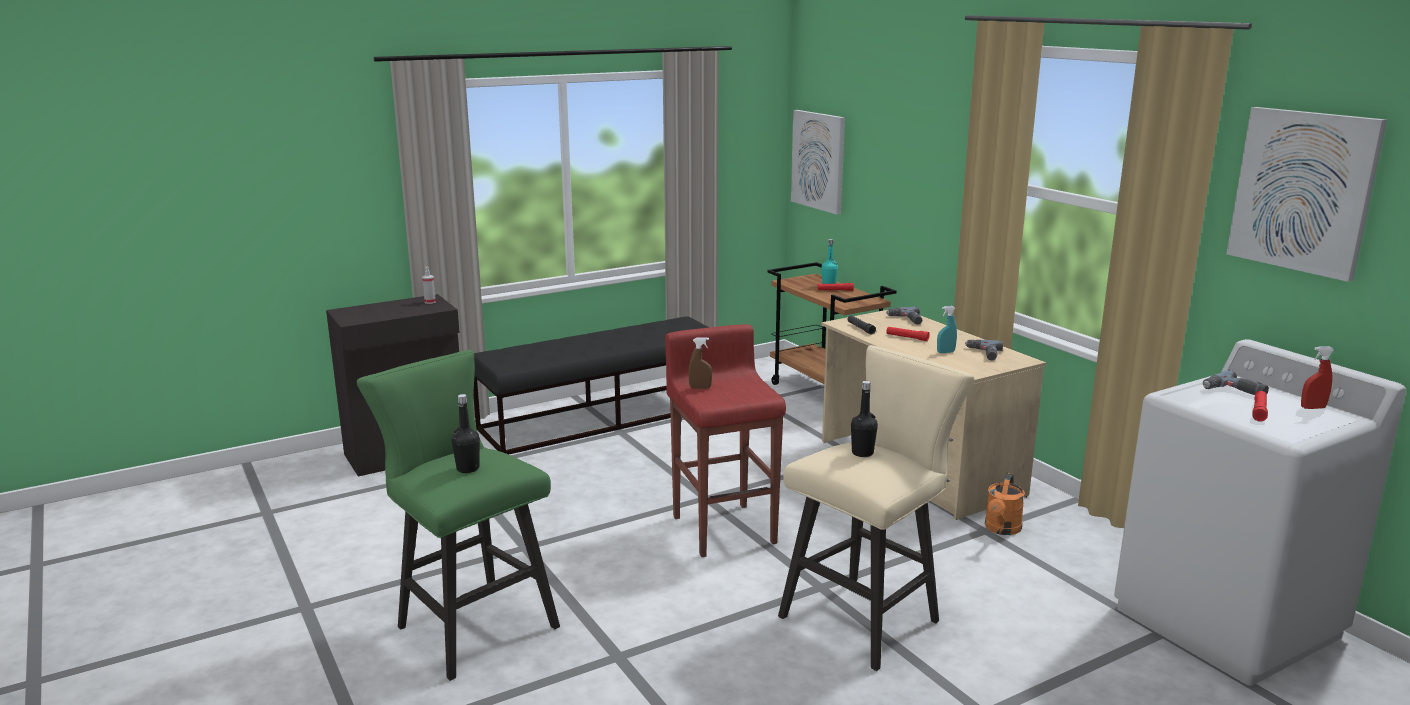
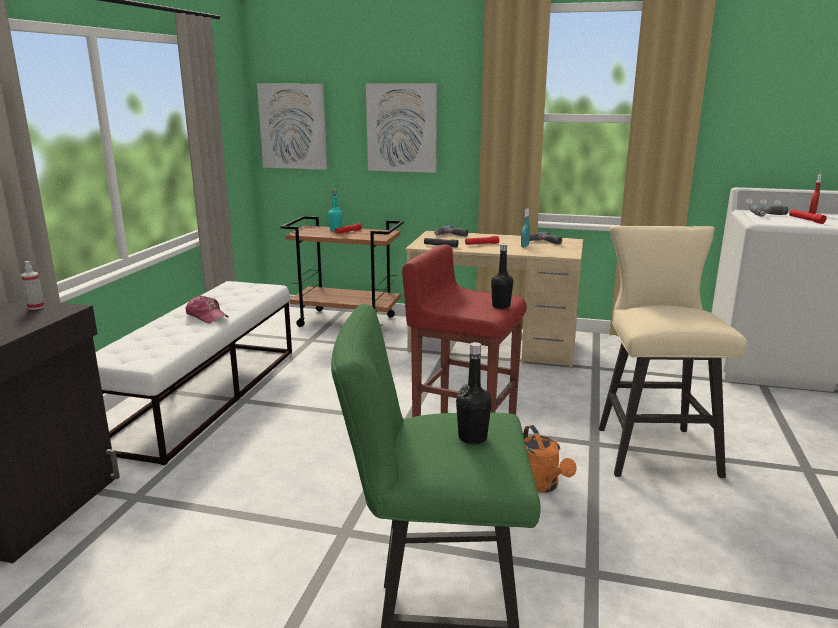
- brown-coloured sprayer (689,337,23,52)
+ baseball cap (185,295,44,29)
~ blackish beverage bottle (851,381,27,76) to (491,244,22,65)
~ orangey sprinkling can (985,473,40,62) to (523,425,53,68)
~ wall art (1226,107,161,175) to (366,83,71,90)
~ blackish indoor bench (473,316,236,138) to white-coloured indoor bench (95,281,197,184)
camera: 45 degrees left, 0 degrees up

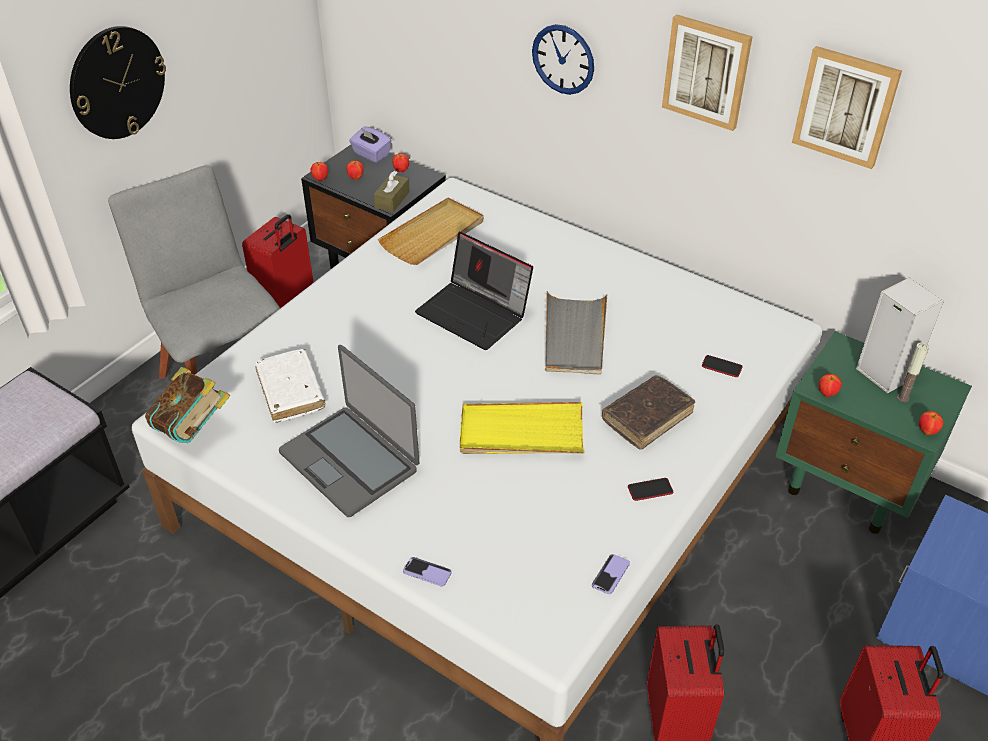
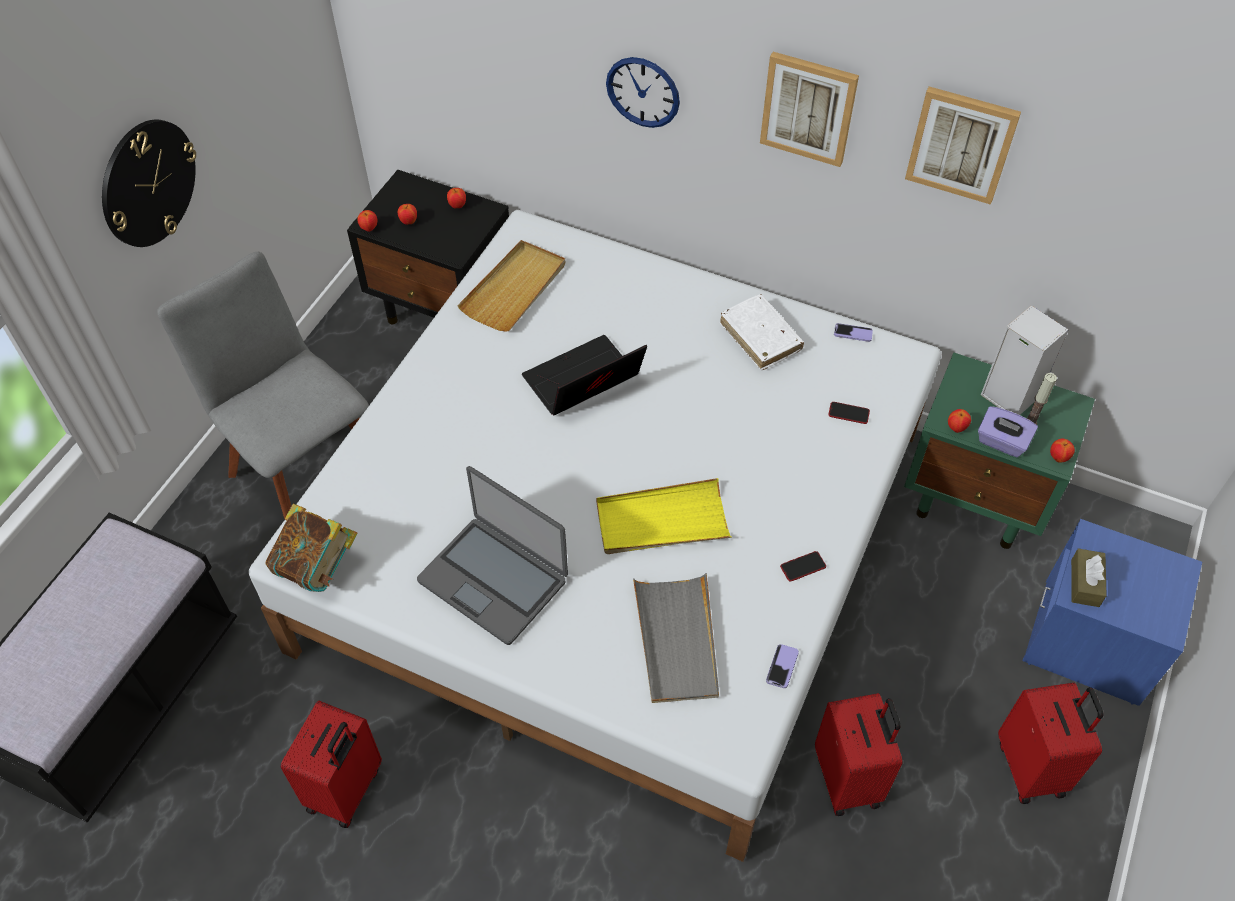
- brown-coloured volume (602,375,93,75)
~ reddish piece of luggage (242,214,72,94) to (281,701,101,127)
~ white-coloured volume (255,349,70,74) to (720,294,84,76)
~ purplish tissue holder (349,126,43,37) to (978,406,60,51)
~ brown-coloured tissue holder (374,171,36,41) to (1071,548,36,59)
~ telephone (403,557,48,29) to (834,323,39,19)
~ grey serving tray (545,291,62,84) to (633,573,86,130)
~ laptop (415,232,118,118) = (522,335,125,80) 120 degrees clockwise
camera: 10 degrees left, 10 degrees up

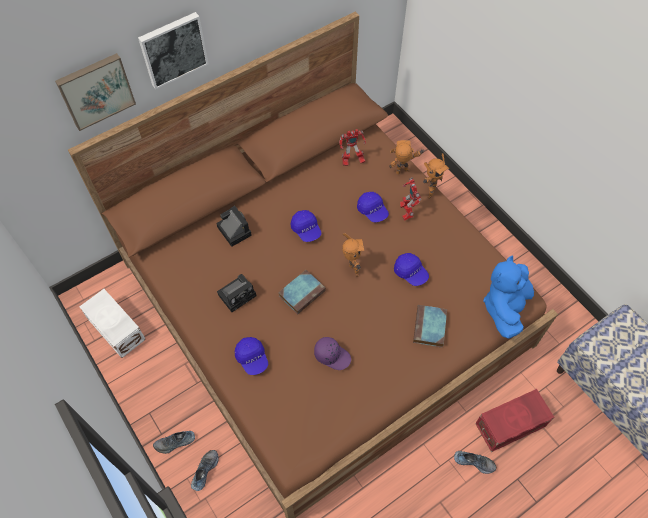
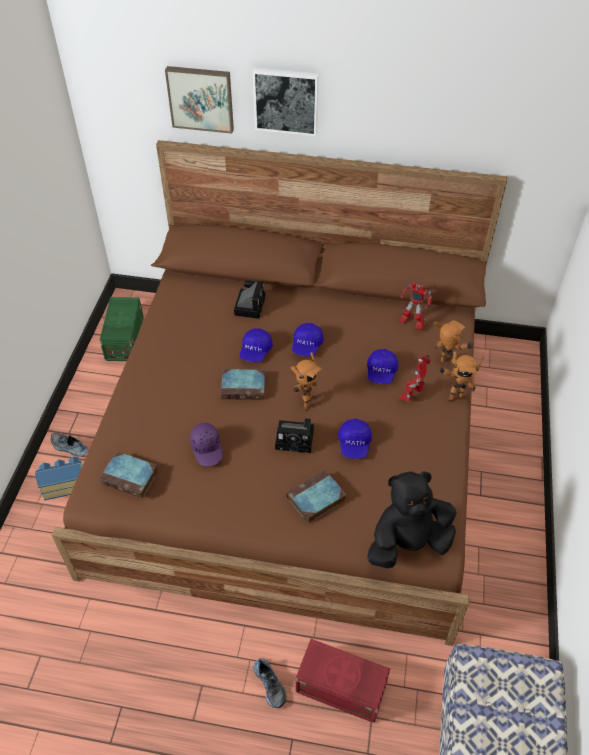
+ volume (99,451,60,47)
~ still camera (217,274,39,38) to (275,418,39,35)
~ blue-coloured baseball cap (235,337,33,38) to (240,329,33,33)
~ low shoe (191,450,28,41) to model house (35,457,48,43)
~ white-coloured storage box (79,289,67,69) to greenish storage box (100,297,44,64)
~ blue-coloured plush toy (483,255,51,84) to blackish plush toy (367,471,90,97)
camera: 45 degrees right, 10 degrees down

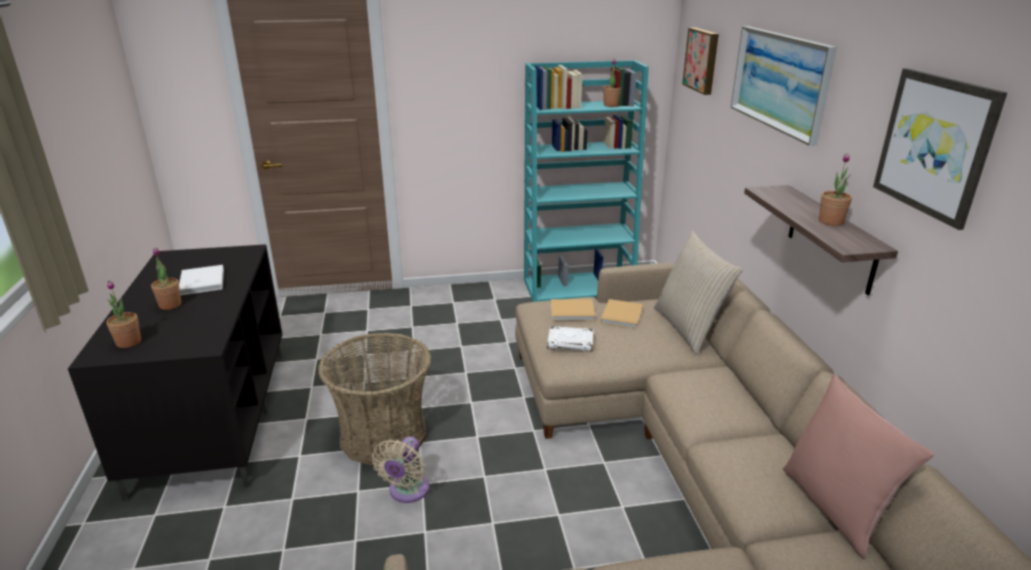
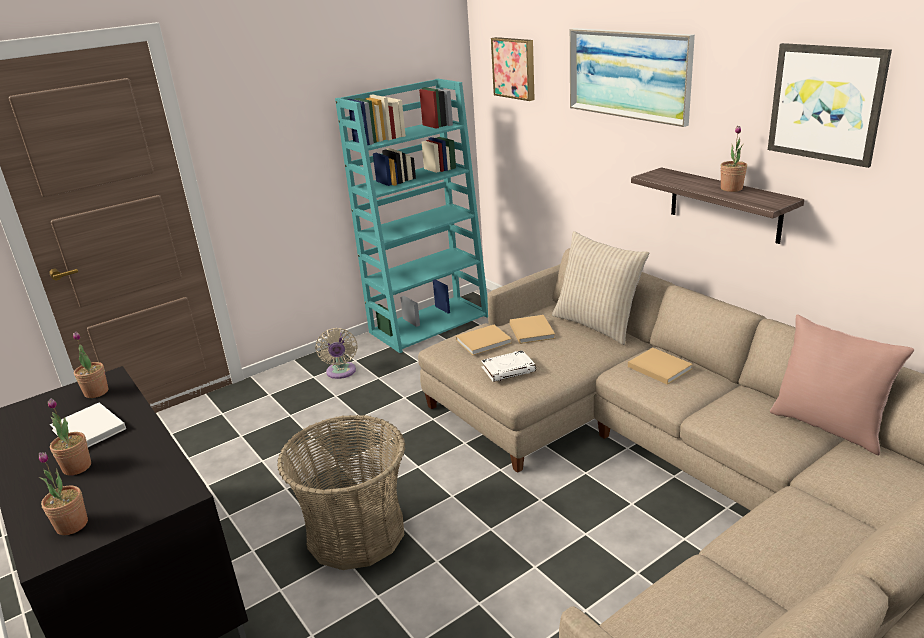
+ beige volume (628,348,65,37)
~ beige cooling fan (372,436,57,67) to (315,328,43,51)
~ plant in a pot (603,59,18,48) to (73,332,35,66)
camera: 25 degrees left, 0 degrees up

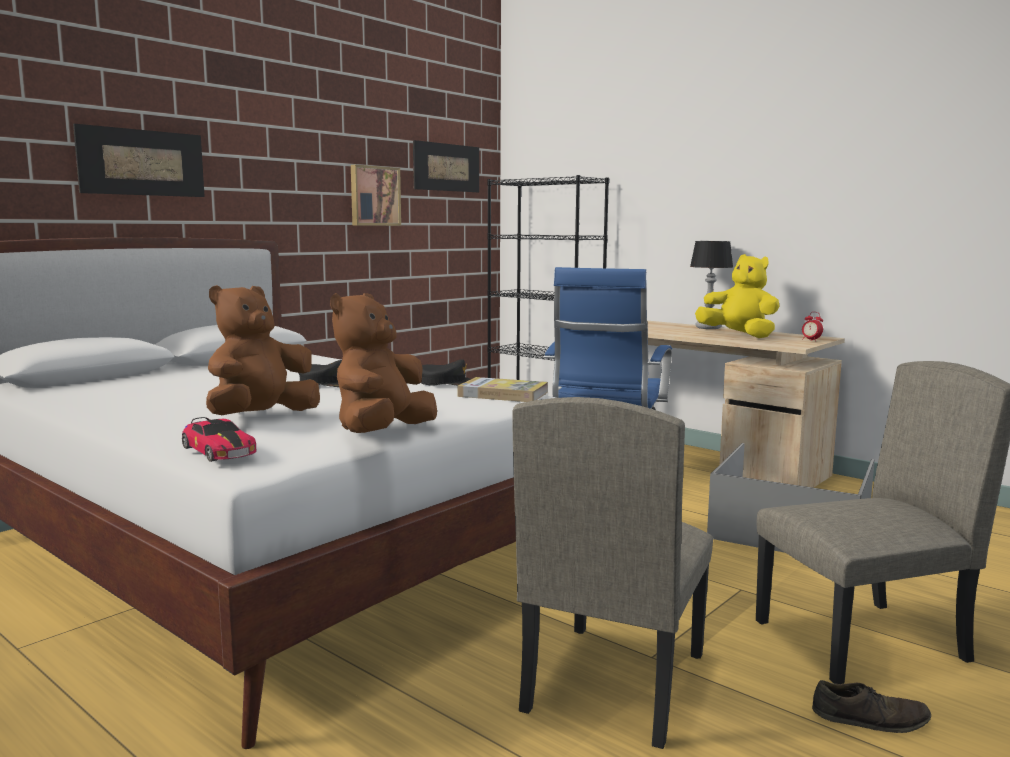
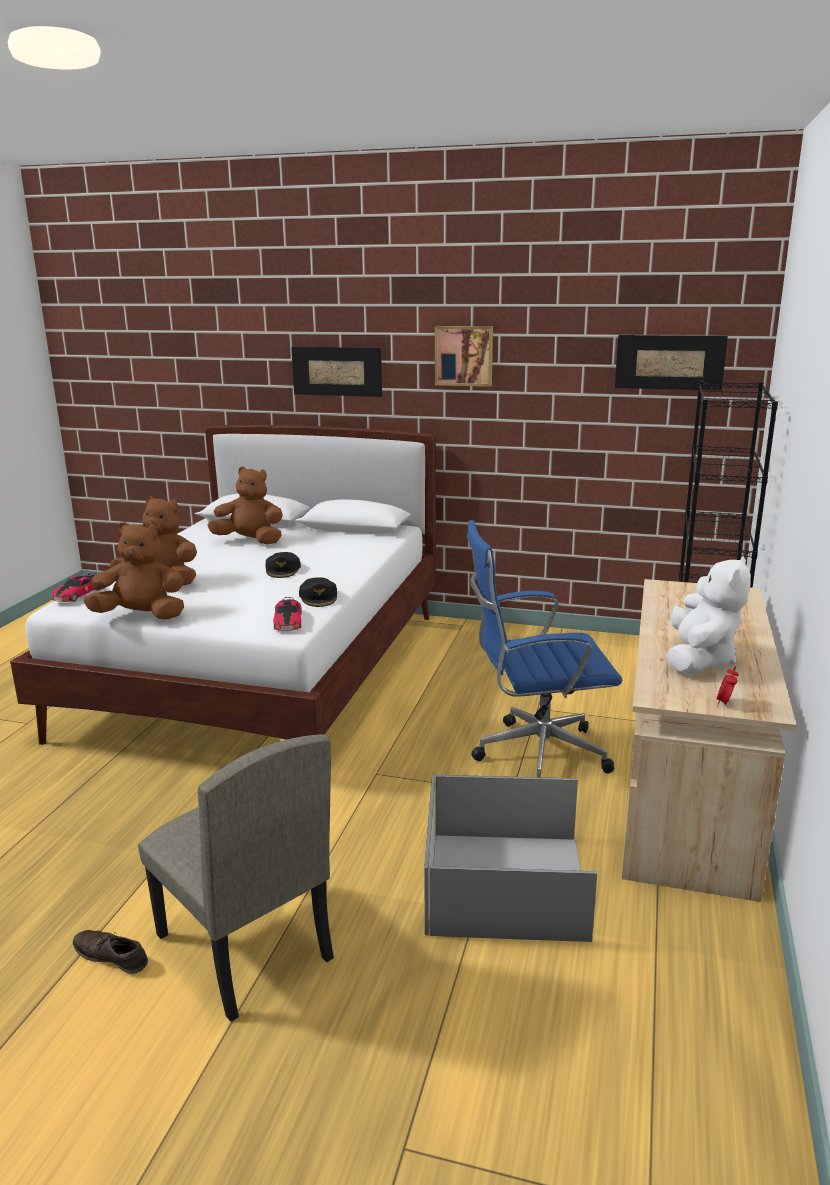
- beige plain chair (512,397,201,352)
- table lamp (690,241,43,88)
+ brown-coloured plush toy (207,466,76,78)
~ wall art (351,165,50,61) to (435,326,58,61)
~ volume (457,377,91,25) to toy car (273,597,29,34)
~ yellow-coloured plush toy (695,254,85,84) to white-coloured plush toy (666,556,85,118)
~ brown-coloured low shoe (812,680,119,53) = (73,930,75,44) 135 degrees clockwise
camera: 65 degrees right, 10 degrees up

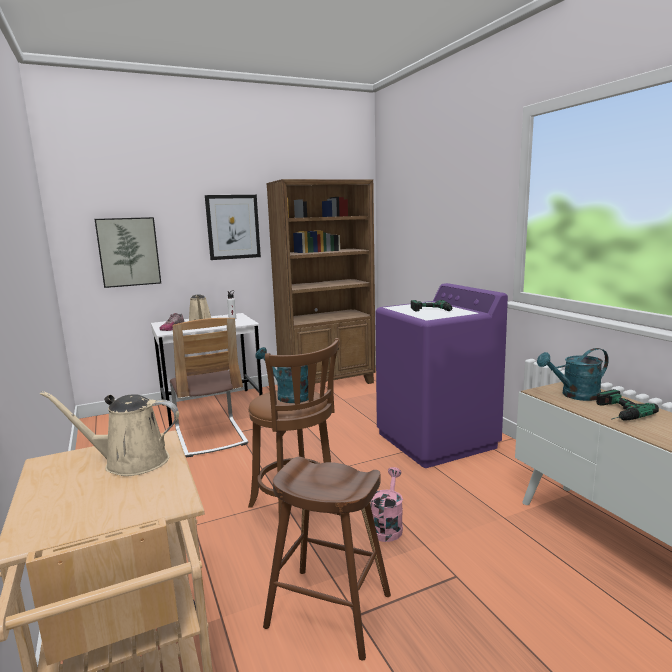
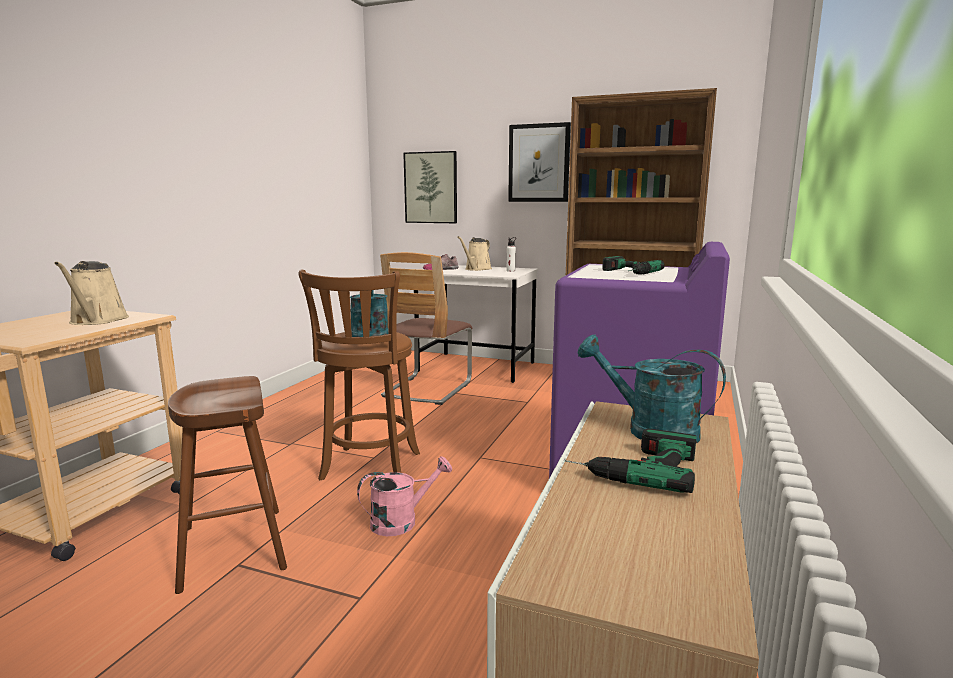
~ beige sprinkling can (40,391,139,85) = (54,261,75,64) 150 degrees counterclockwise
camera: 45 degrees right, 0 degrees up

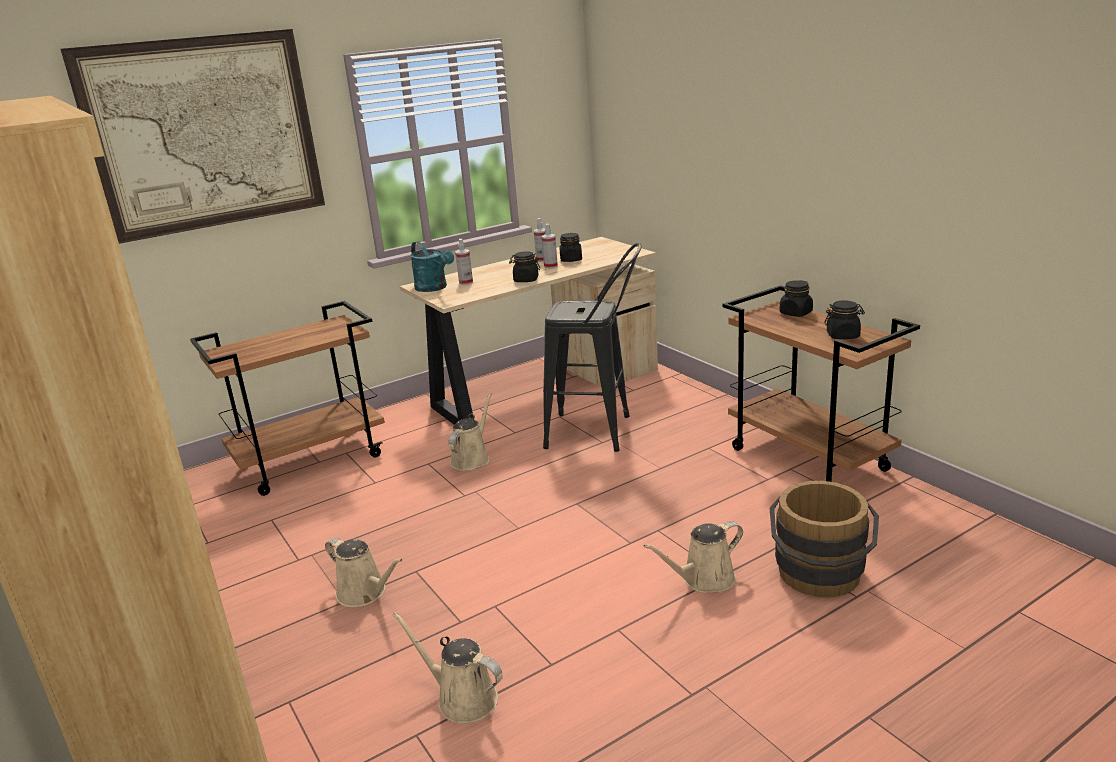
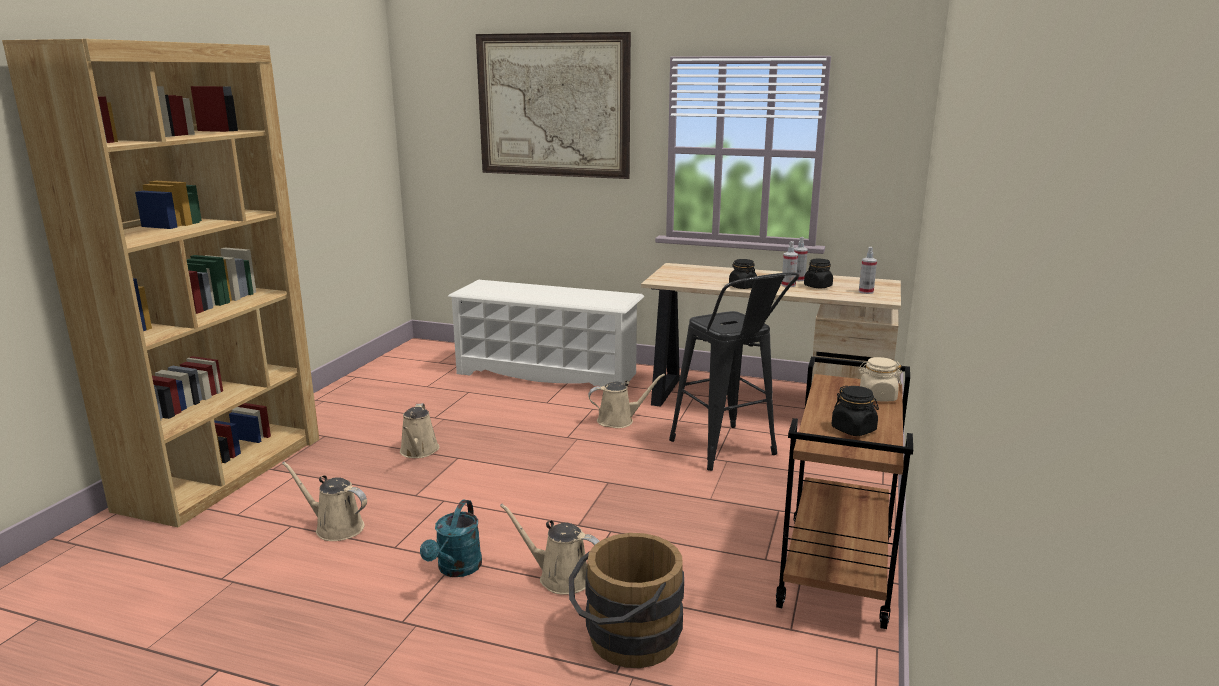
~ turquoise sprinkling can (410,241,44,51) to (420,500,62,77)
~ sprayer (455,239,18,46) to (859,247,18,47)
~ brown-coloured wheeled cart (190,301,195,195) to white-coloured shoe rack (448,280,196,107)
~ blackish preserve jar (779,280,34,37) to beige preserve jar (858,357,44,45)
~ beige sprinkling can (392,612,111,112) = (282,462,85,79) 60 degrees counterclockwise
camera: 50 degrees right, 5 degrees down

